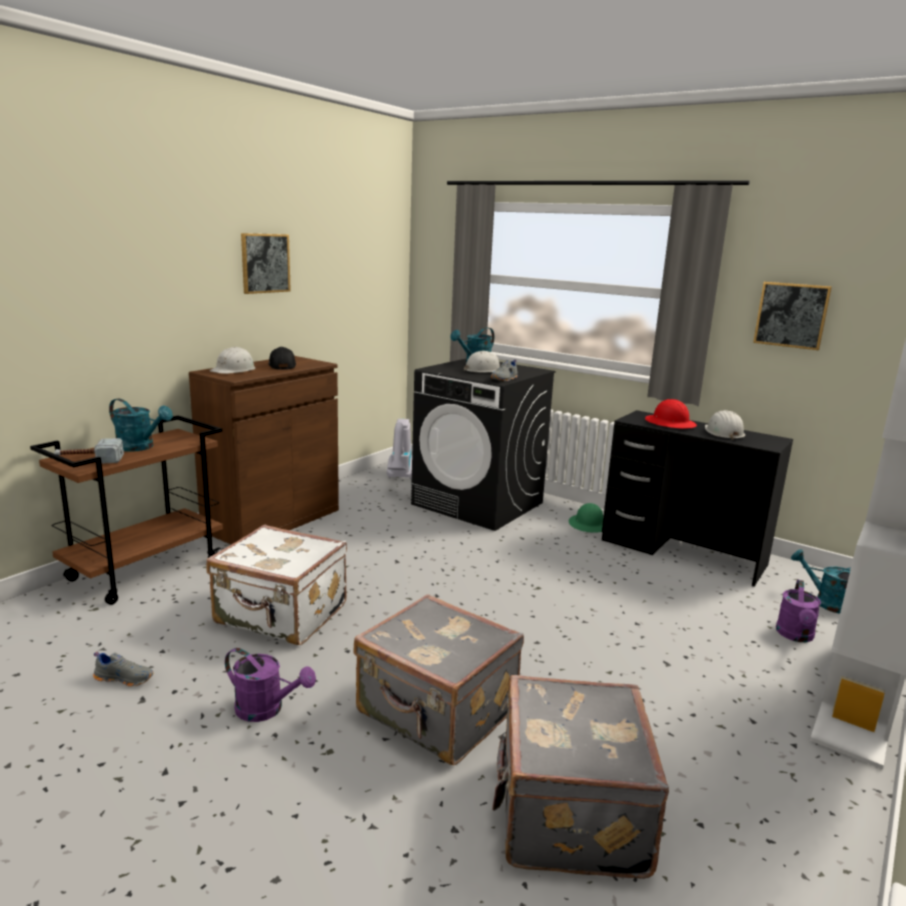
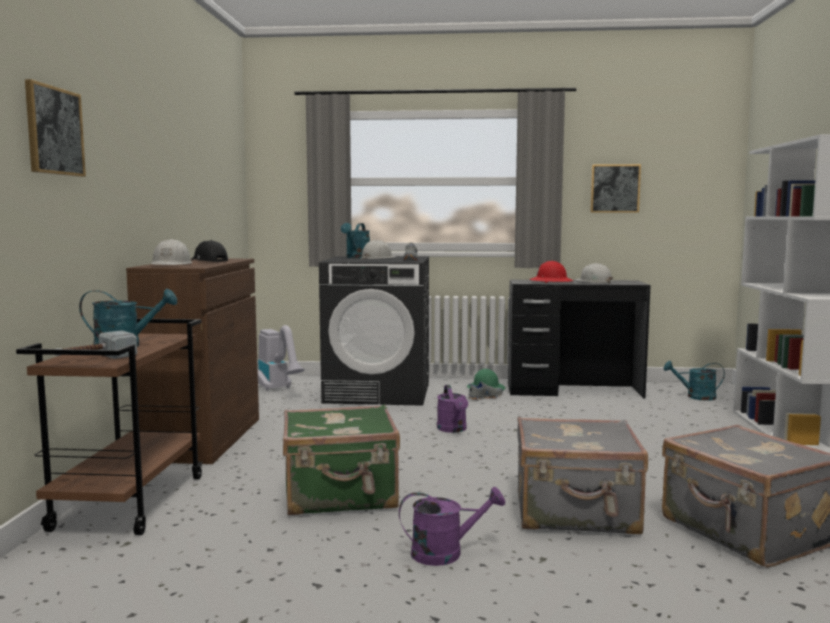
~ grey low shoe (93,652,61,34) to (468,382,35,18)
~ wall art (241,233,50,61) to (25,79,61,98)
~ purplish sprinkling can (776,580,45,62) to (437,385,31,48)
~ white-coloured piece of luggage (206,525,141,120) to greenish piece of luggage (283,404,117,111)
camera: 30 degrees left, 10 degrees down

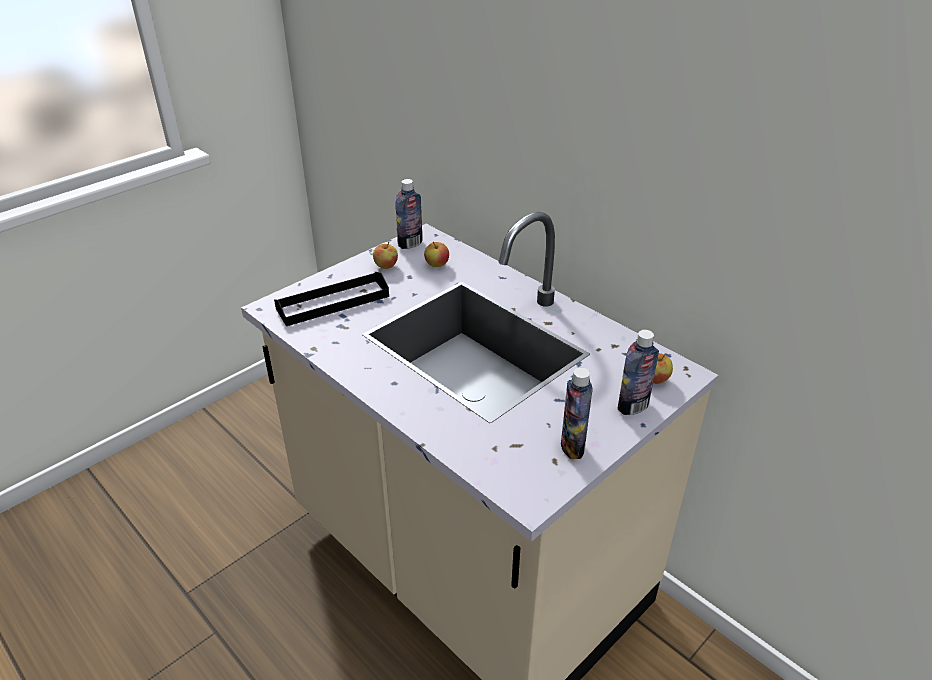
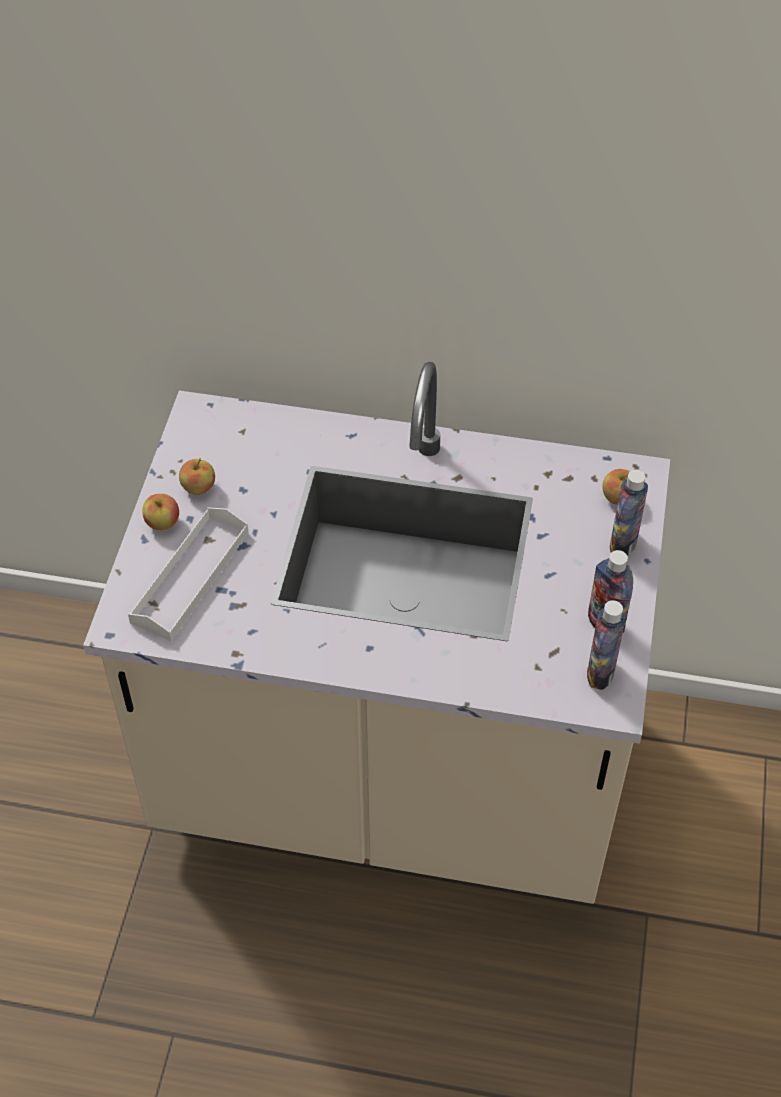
~ beverage bottle (395,179,28,70) to (587,600,39,90)
~ whole apple (424,242,25,25) to (142,493,37,37)
~ blackish serving tray (274,272,115,54) to white-coloured serving tray (128,507,120,134)
camera: 35 degrees left, 15 degrees up

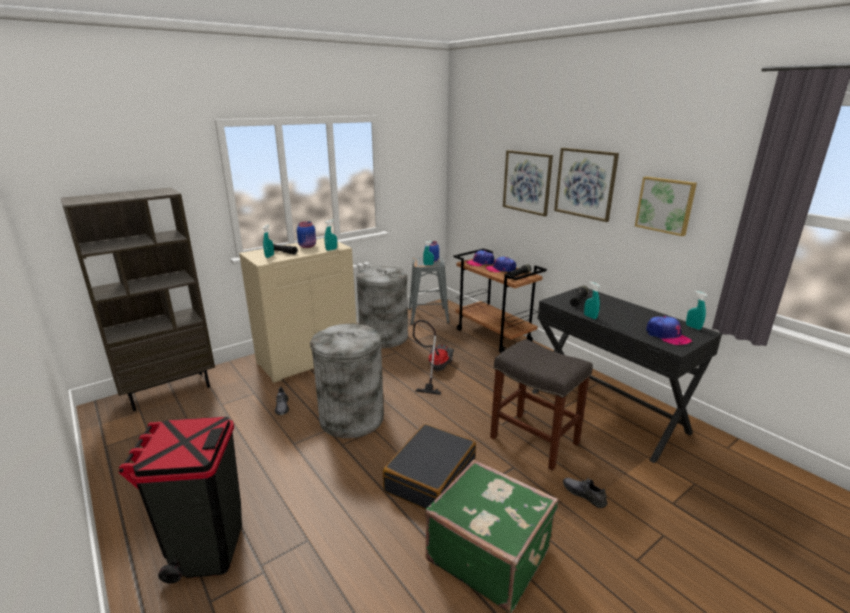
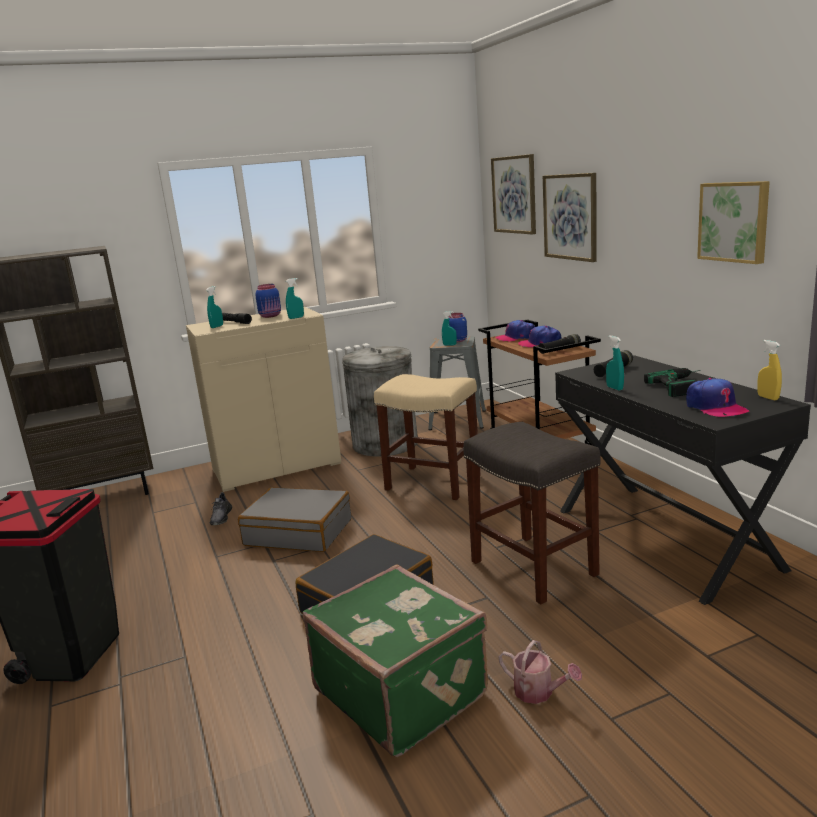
- grey low shoe (563,478,44,30)
+ sprinkling can (498,640,84,64)
+ electric drill (644,368,57,29)
~ wall art (554,148,65,74) to (491,154,45,80)
~ grey trash can (310,324,74,114) to grey piece of luggage (238,487,113,65)
~ hoover (413,320,41,75) to beige sitting stool (374,374,107,126)
~ turquoise sprayer (686,291,21,39) to yellow-coloured sprayer (757,340,25,60)
camera: 15 degrees right, 5 degrees down

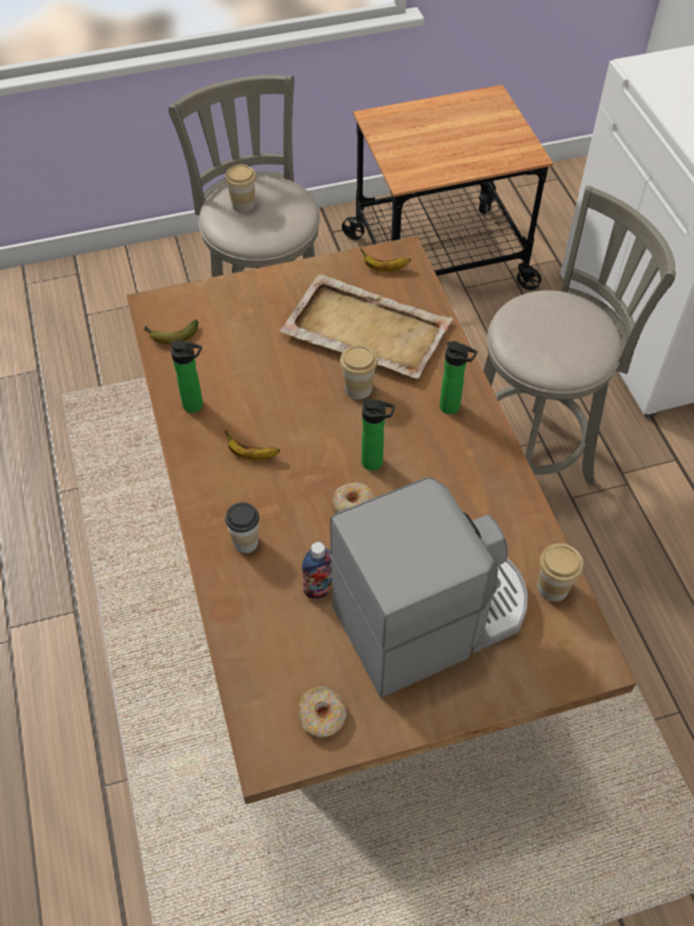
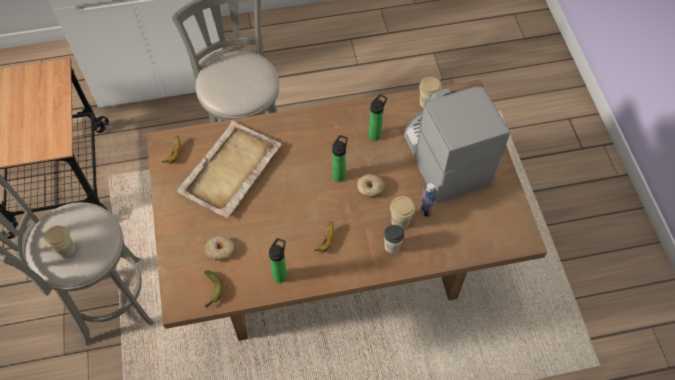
~ doughnut (297,686,49,52) to (205,236,29,25)
~ drinking cup (340,345,38,54) to (390,196,25,33)
~ beverage bottle (440,341,38,73) to (369,94,18,47)
camera: 85 degrees left, 5 degrees up

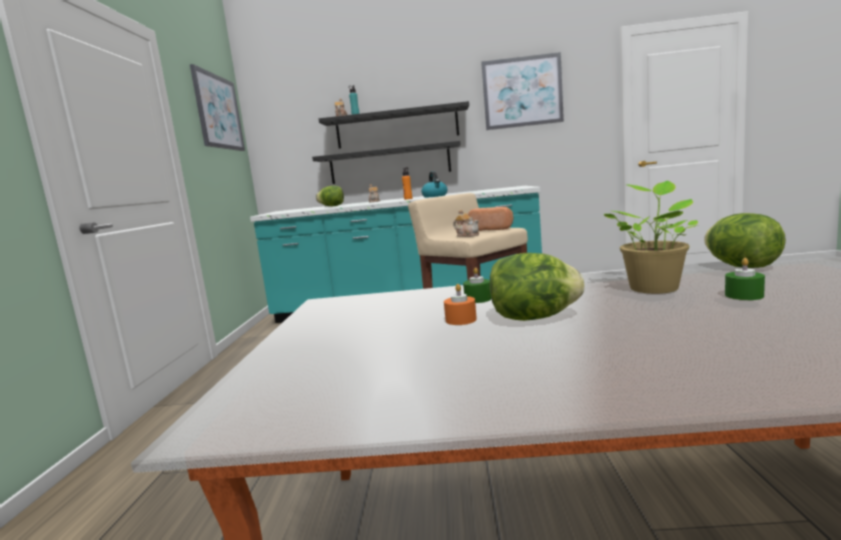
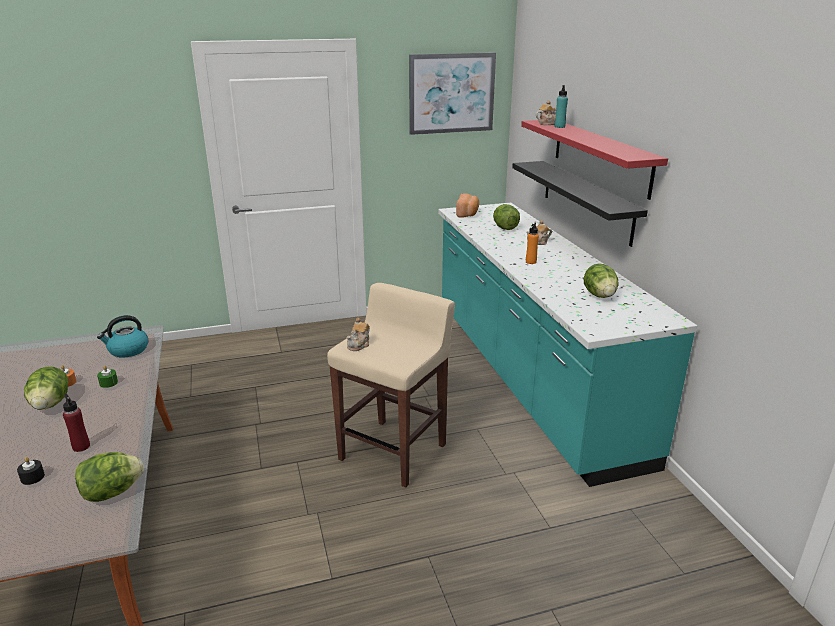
- wall art (481,52,83,78)
+ lettuce head (583,263,36,35)
~ kettle (421,171,26,27) to (97,315,51,43)
~ baked bread (468,207,45,24) to (456,193,23,25)
~ plant in a pot (604,181,94,113) to reddish beverage bottle (63,394,27,58)
~ blackish bracket shelf (319,101,150,48) to reddish bracket shelf (521,120,147,80)
~ greenish candle (725,258,40,42) to blackish candle (17,457,28,28)
camera: 70 degrees right, 15 degrees up

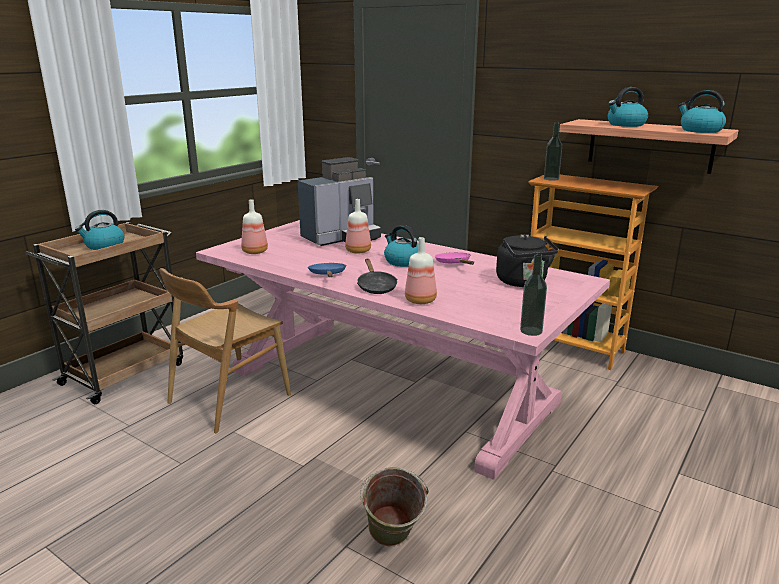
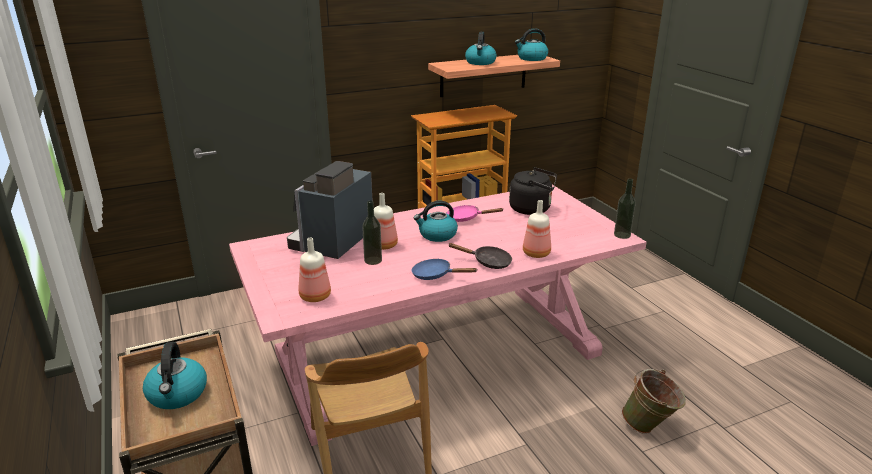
~ beverage bottle (544,123,18,58) to (362,200,20,65)
~ coffee machine (298,157,83,89) = (287,161,85,98) 150 degrees counterclockwise
camera: 60 degrees left, 5 degrees up

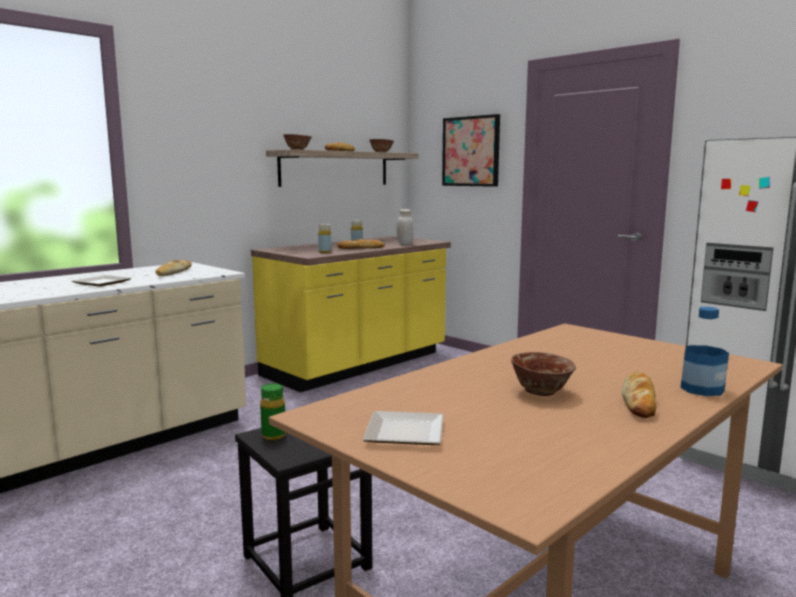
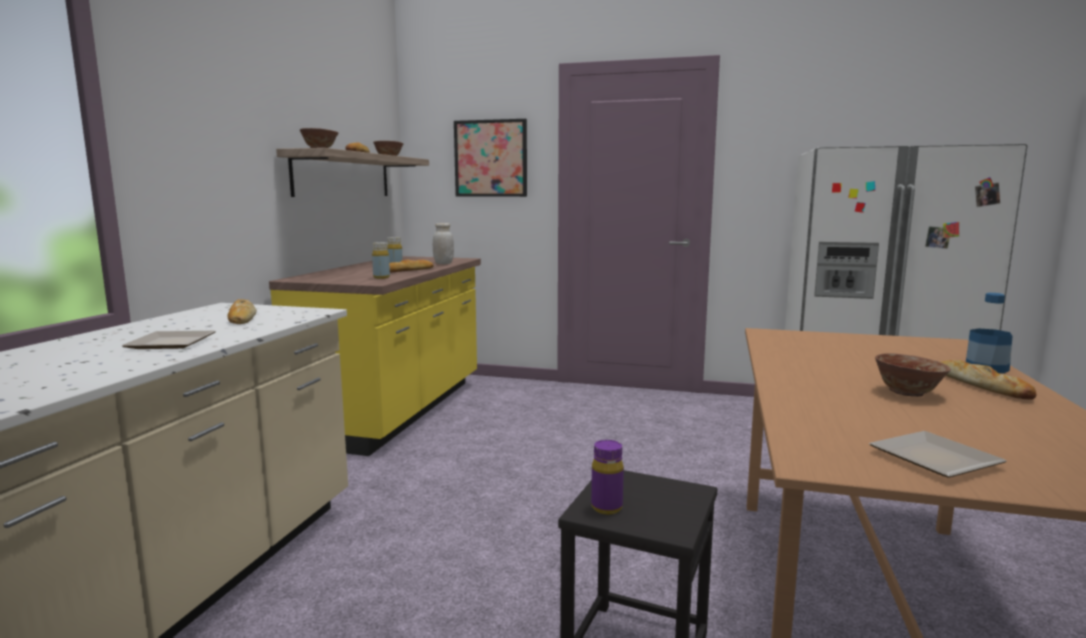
~ greenish beverage bottle (260,383,26,57) to purplish beverage bottle (591,440,33,75)
camera: 30 degrees left, 0 degrees up

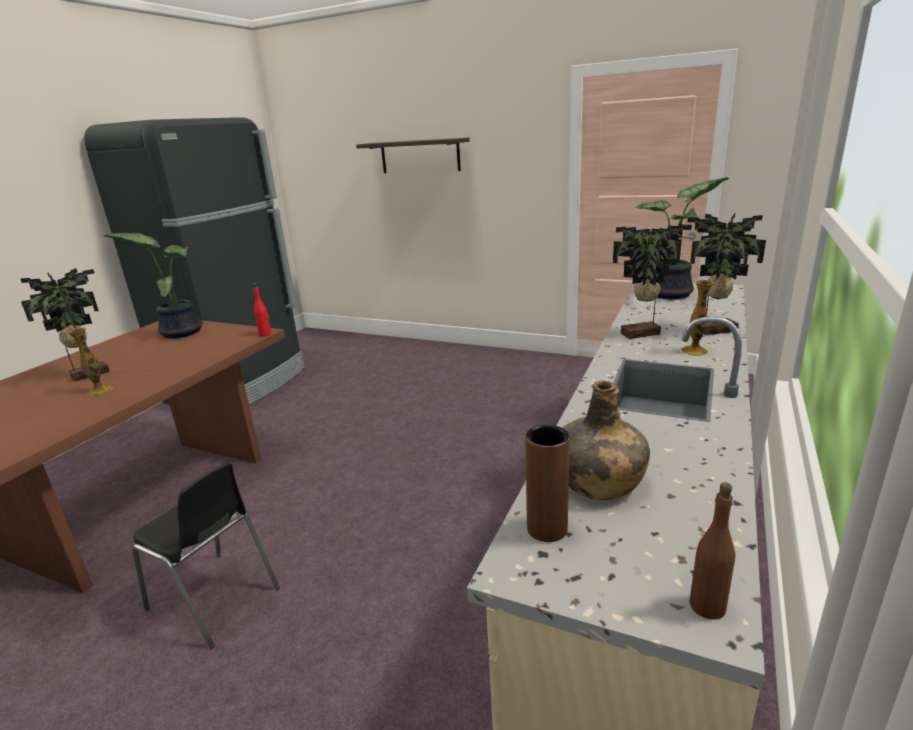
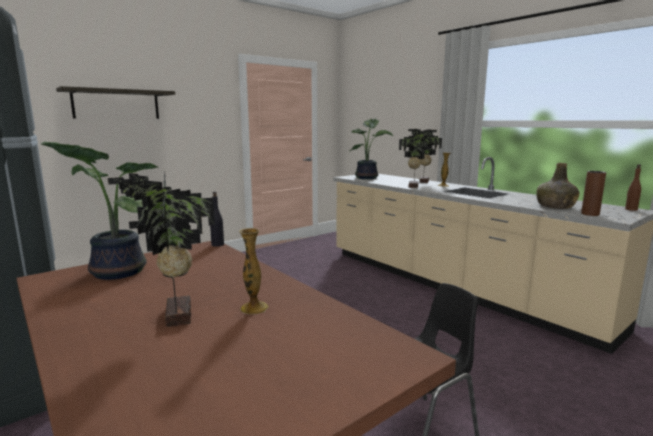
~ reddish beverage bottle (253,283,18,54) to blackish beverage bottle (210,192,14,55)
camera: 65 degrees left, 10 degrees down

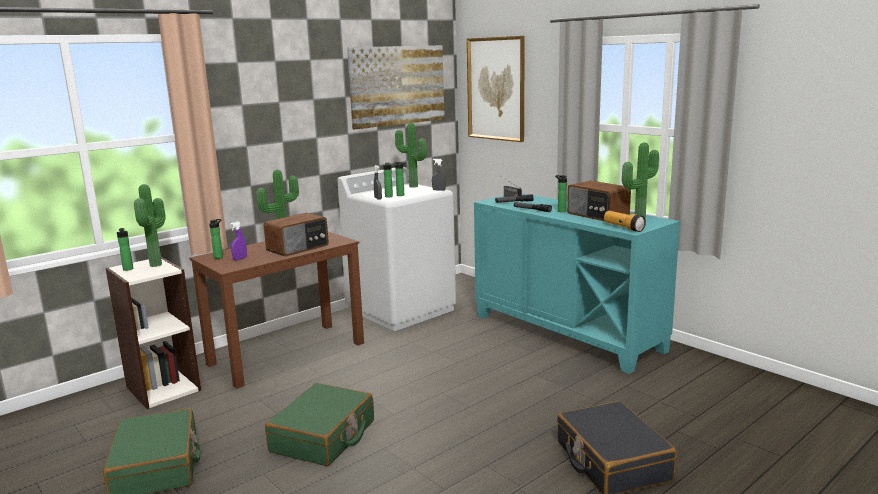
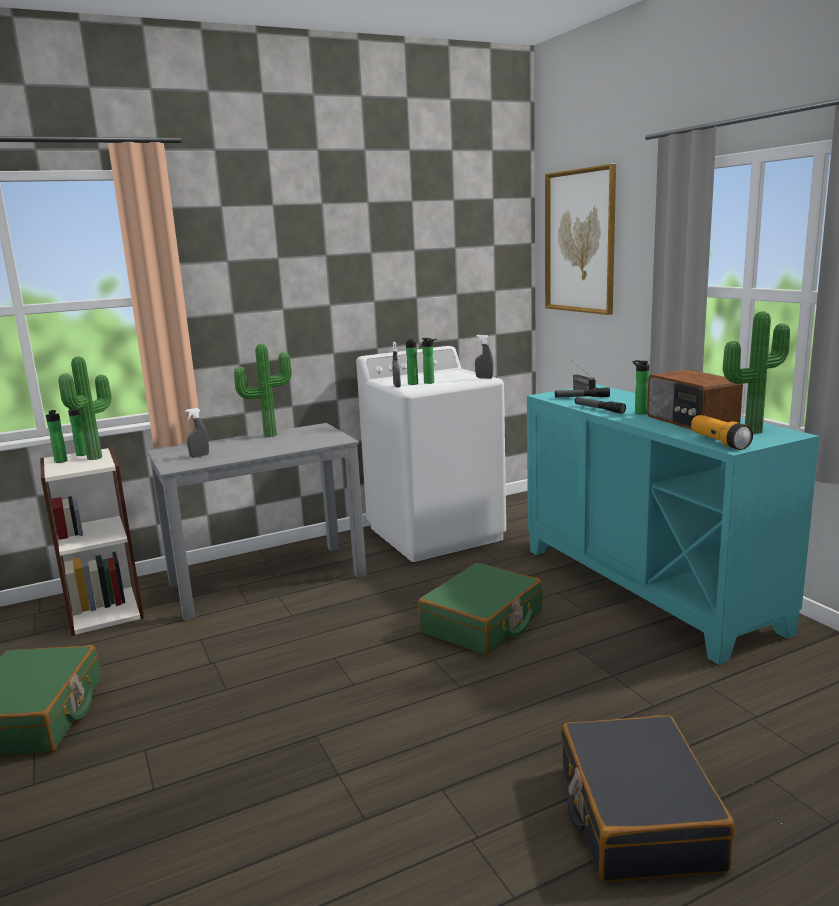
- radio (263,213,66,43)
- wall art (347,45,98,85)
- plant in a pot (395,123,32,65)
~ beverage bottle (209,219,14,40) to (68,409,18,47)
~ greenish piece of luggage (265,383,109,83) to (418,563,124,92)
~ brown-coloured desk (190,232,174,157) to grey desk (147,423,220,198)
~ purplish sprayer (230,221,17,39) to grey sprayer (185,408,24,50)
camera: 15 degrees right, 0 degrees up

